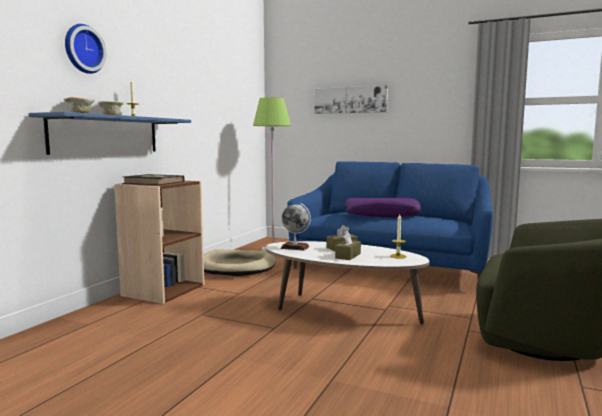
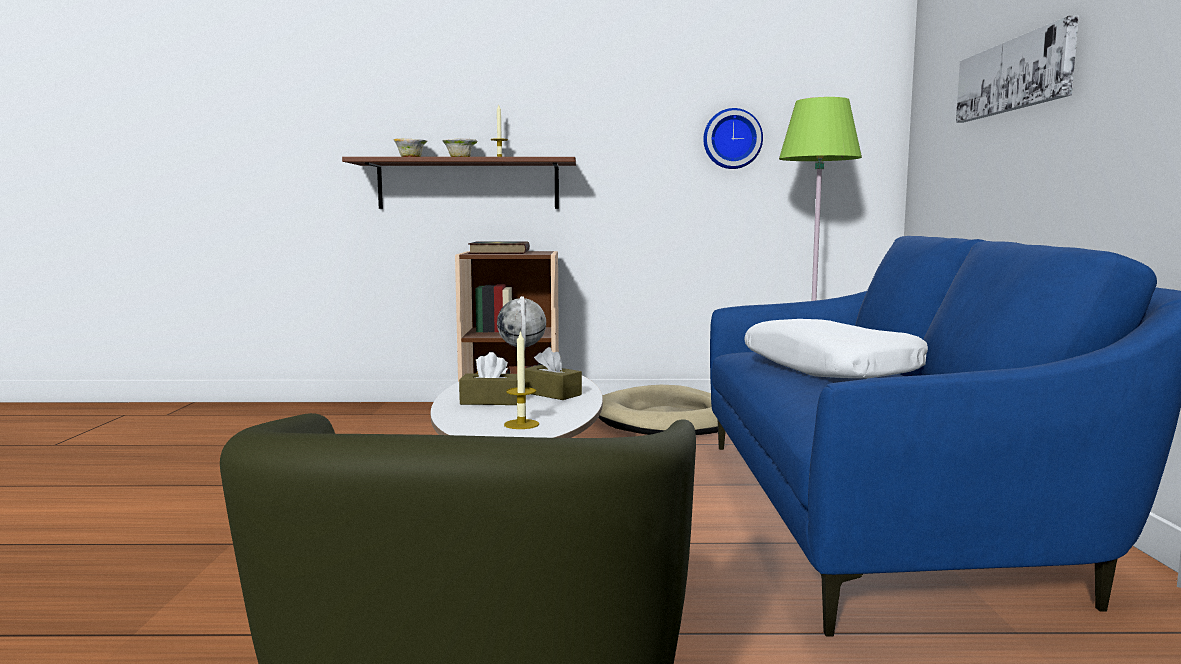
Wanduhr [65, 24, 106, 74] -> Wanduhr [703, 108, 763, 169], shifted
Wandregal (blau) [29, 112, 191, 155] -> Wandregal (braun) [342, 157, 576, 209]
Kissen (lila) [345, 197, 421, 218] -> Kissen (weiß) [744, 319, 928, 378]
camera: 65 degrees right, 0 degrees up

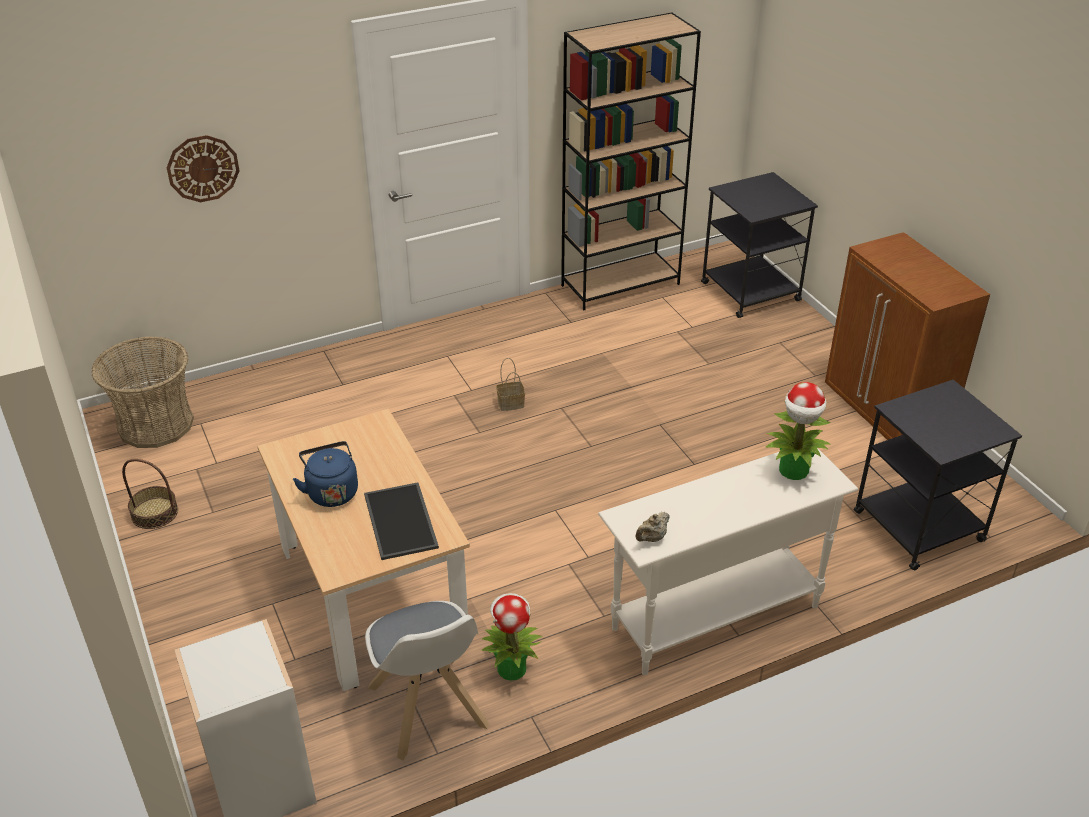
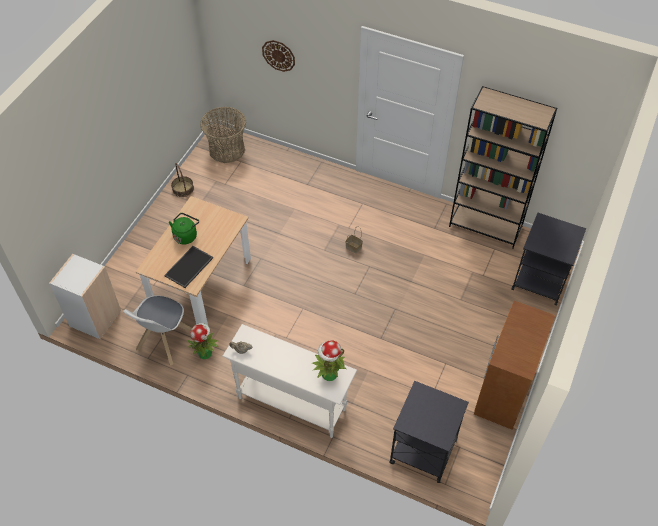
Wasserkessel (blau) [293, 441, 358, 507] -> Wasserkessel (grün) [169, 213, 199, 244]
camera: 50 degrees right, 15 degrees up

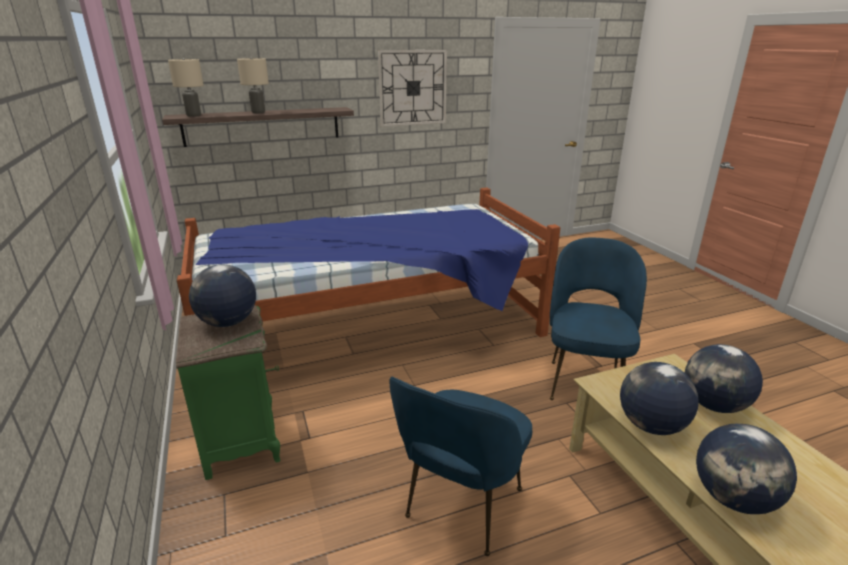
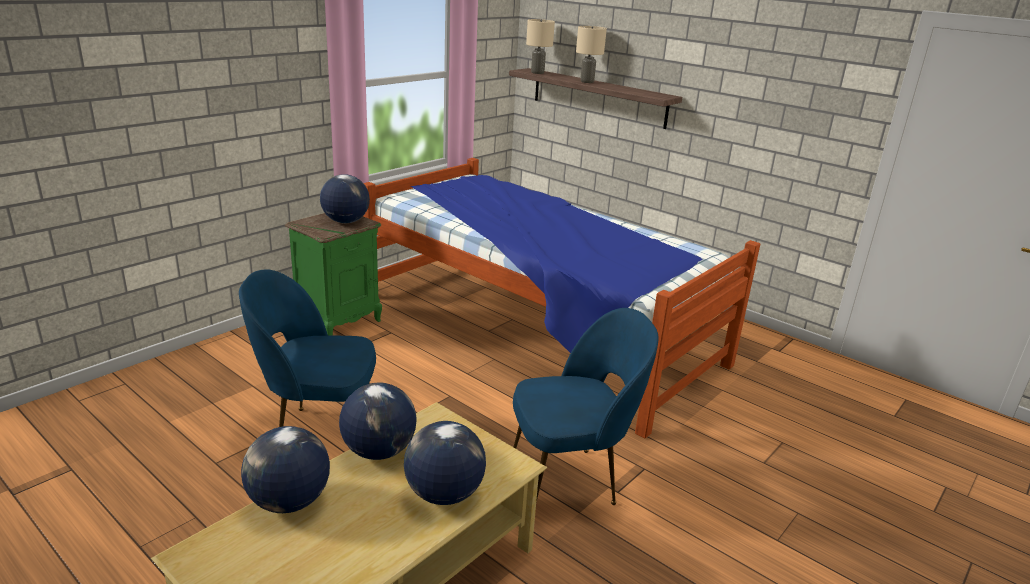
Wanduhr [378, 50, 447, 127] -> none
camera: 60 degrees right, 0 degrees up

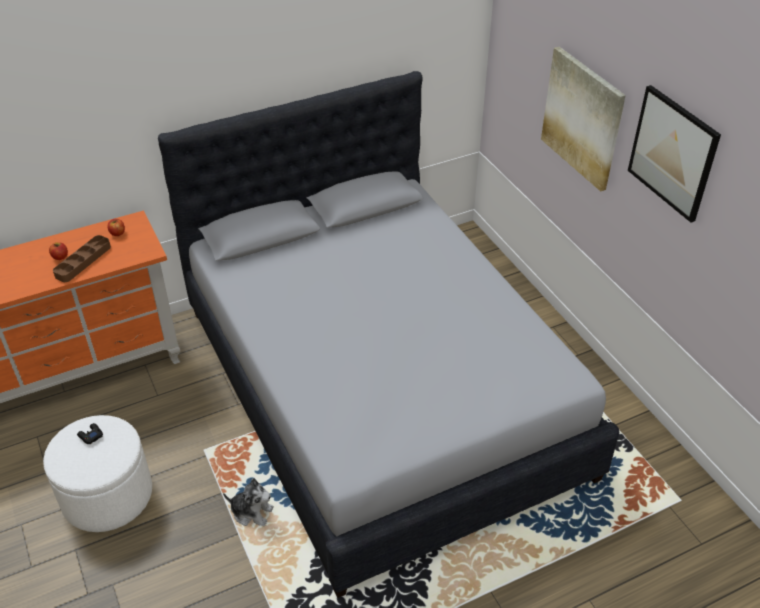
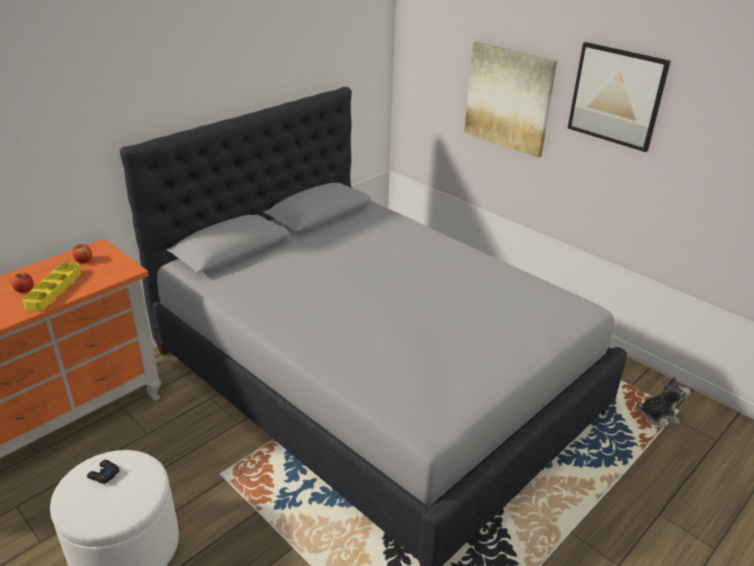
Plüschtier [223, 478, 274, 526] -> Plüschtier [637, 376, 691, 427], shifted
Tablett (braun) [53, 235, 111, 282] -> Tablett (gelb) [22, 262, 81, 311]
camera: 20 degrees left, 10 degrees down

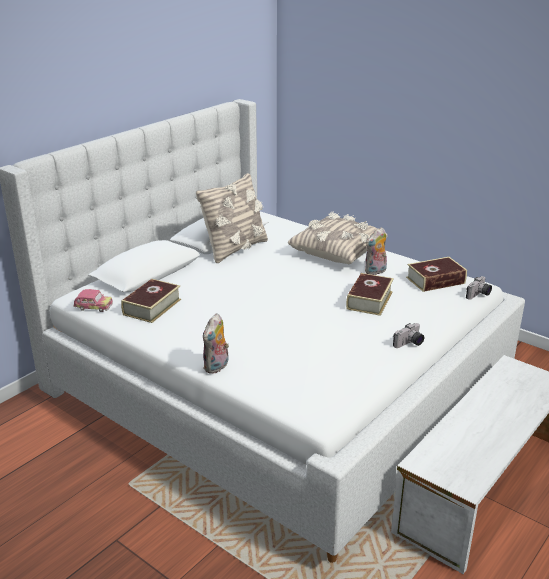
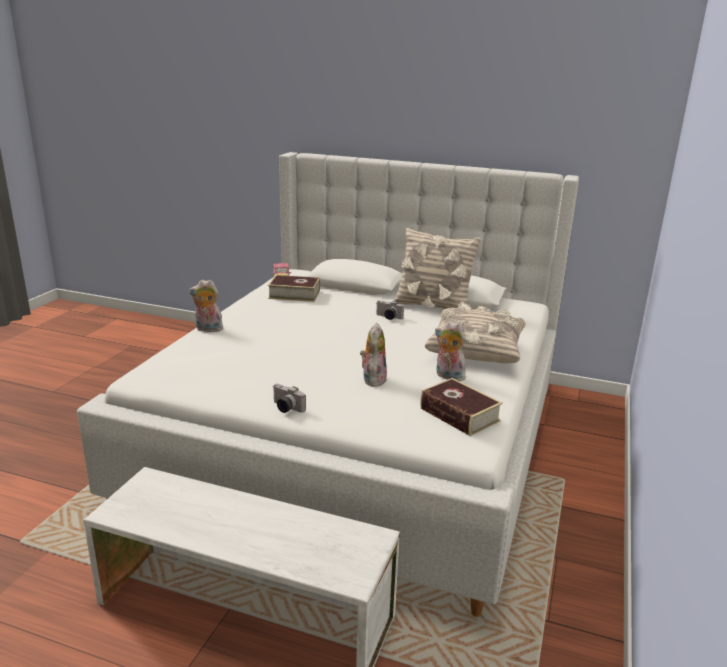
Kamera [466, 276, 492, 300] -> Kamera [376, 301, 404, 320], shifted
Buch [346, 273, 394, 316] -> Plüschtier [360, 322, 387, 387]
camera: 70 degrees right, 5 degrees down

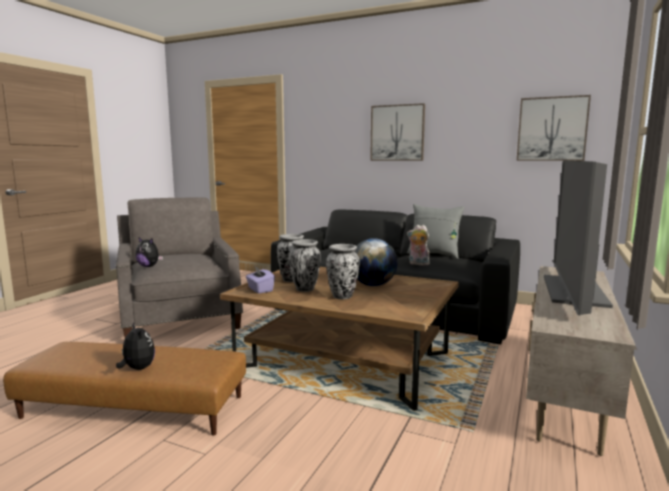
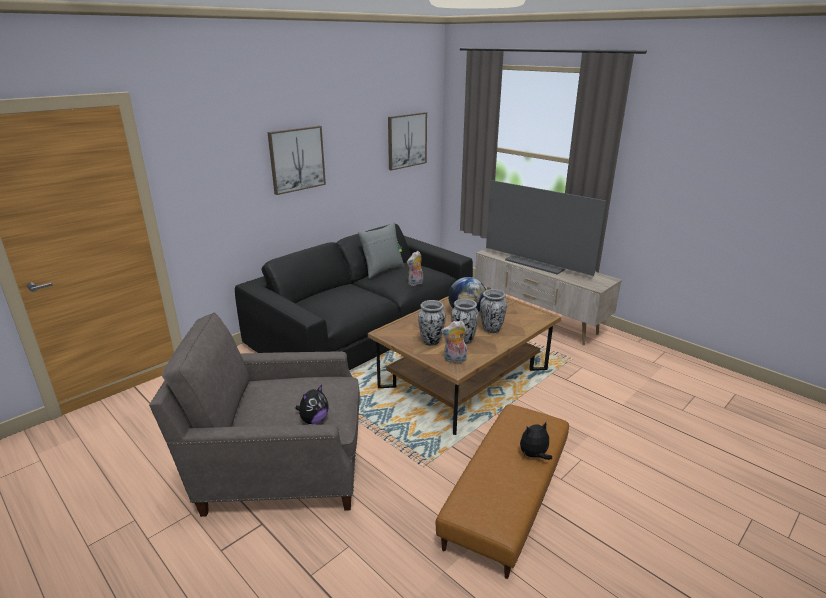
Taschentuchbox (lila) [246, 265, 275, 293] -> Plüschtier [441, 320, 467, 363]
camera: 70 degrees left, 15 degrees up

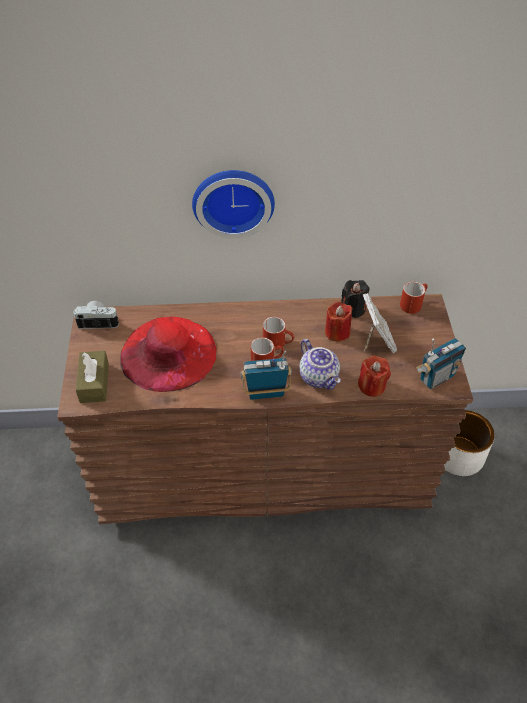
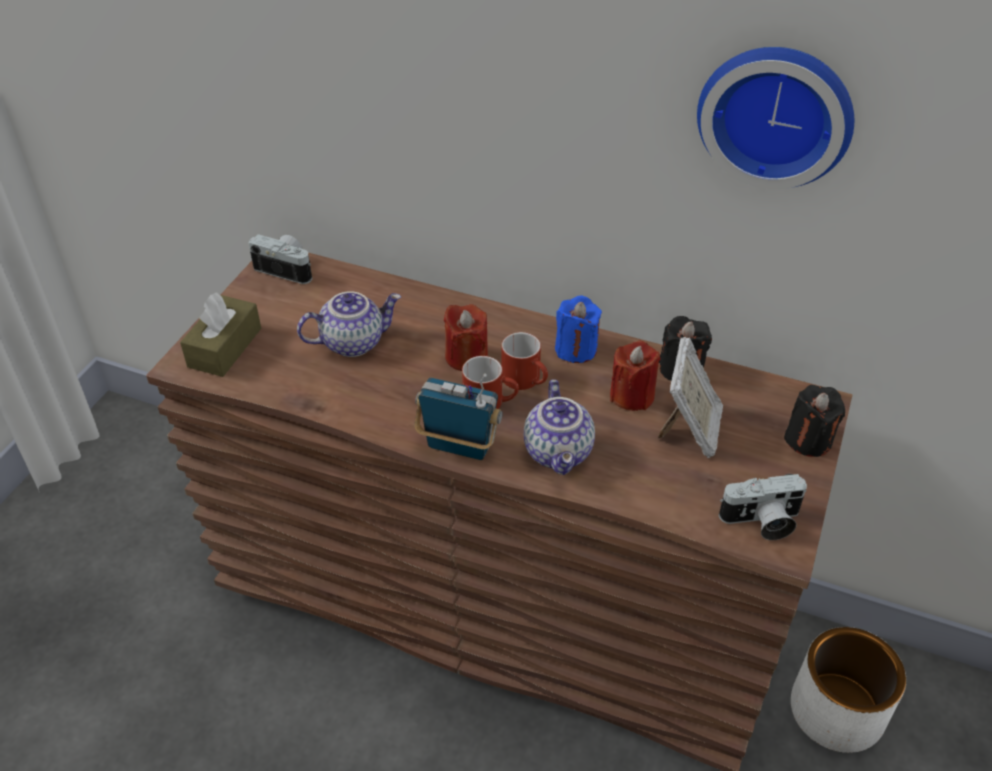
Henkelbecher (rot) [400, 281, 428, 314] -> none
none -> Kerze (blau) [555, 295, 602, 363]
none -> Kerze (schwarz) [784, 385, 845, 457]
Wanduhr [192, 170, 275, 239] -> Wanduhr [697, 47, 855, 189], shifted
Kerze (rot) [358, 355, 391, 397] -> Kerze (rot) [443, 304, 488, 371], shifted
Hut (rot) [120, 317, 217, 392] -> Teekanne [297, 291, 401, 357]
Radio [416, 338, 466, 389] -> Kamera [719, 474, 807, 540]
camera: 25 degrees right, 5 degrees down

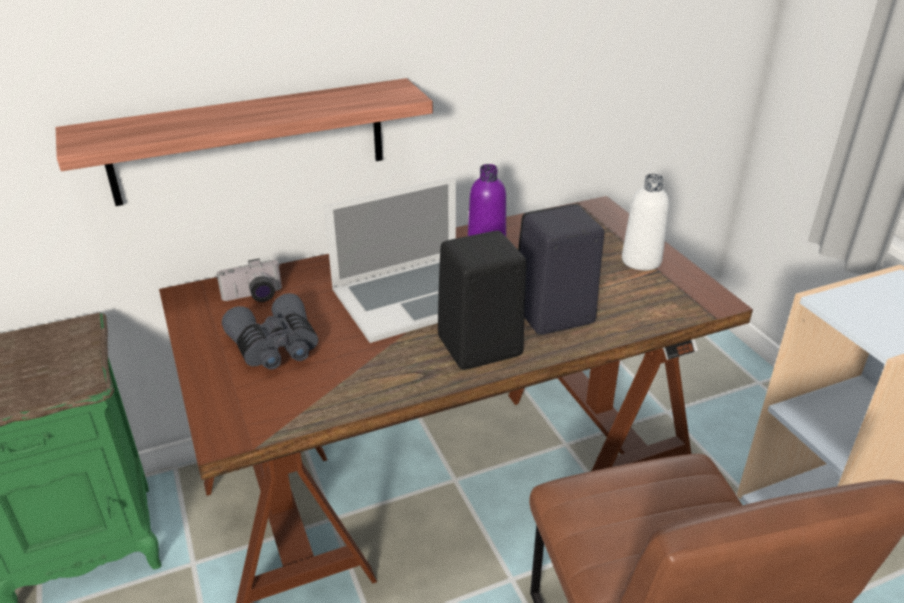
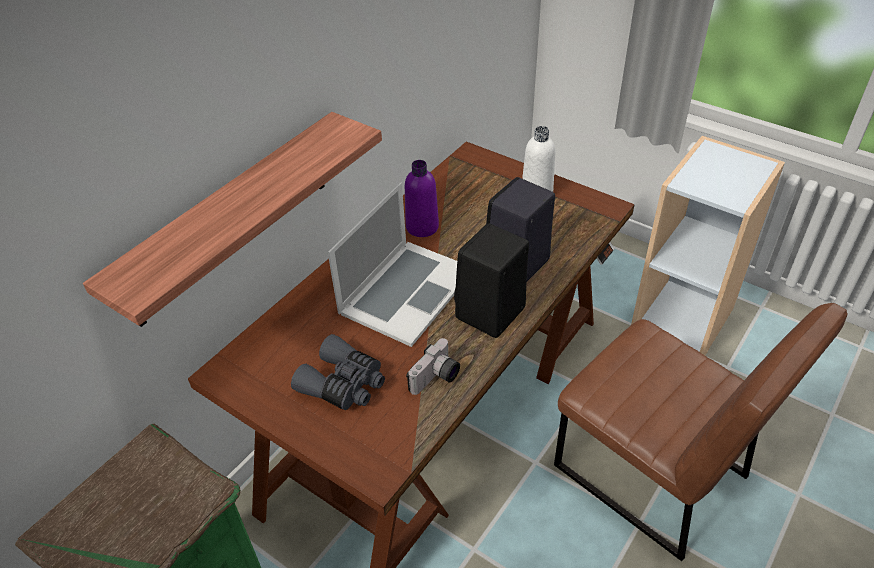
Kamera [217, 259, 282, 302] -> Kamera [406, 338, 460, 395], shifted
camera: 30 degrees left, 10 degrees up

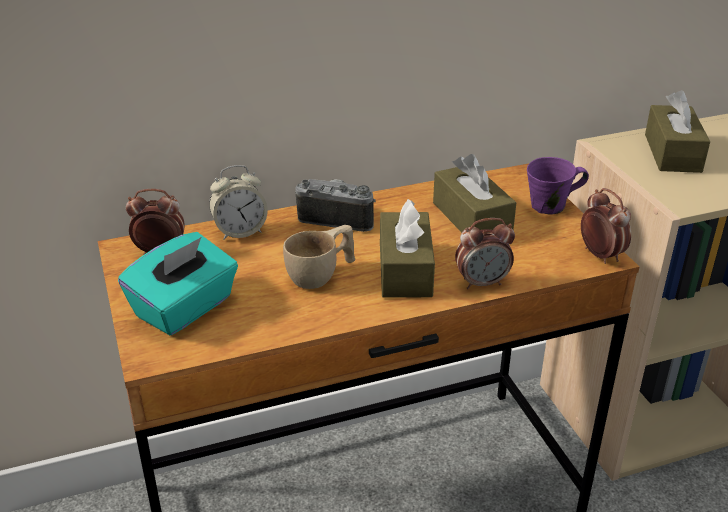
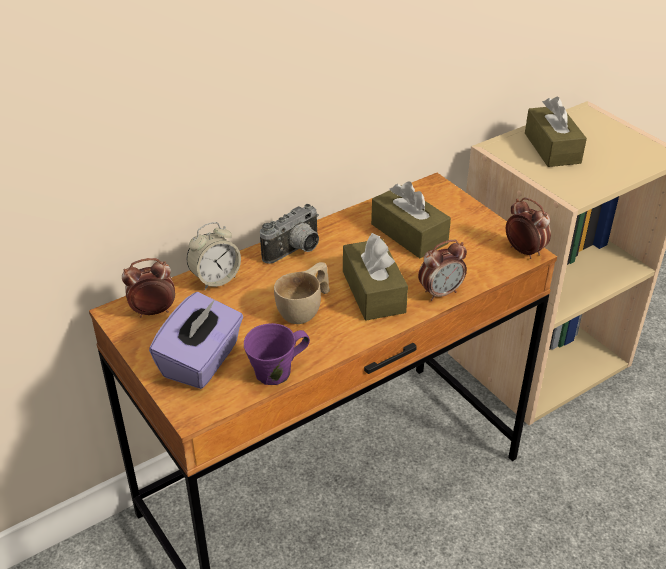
Henkelbecher (lila) [527, 157, 589, 215] -> Henkelbecher (lila) [244, 323, 310, 385], shifted
Taschentuchbox (türkis) [118, 232, 238, 335] -> Taschentuchbox (lila) [149, 292, 243, 389]
Kamera [295, 179, 376, 232] -> Kamera [260, 204, 319, 264], 135 degrees clockwise
camera: 15 degrees left, 5 degrees up

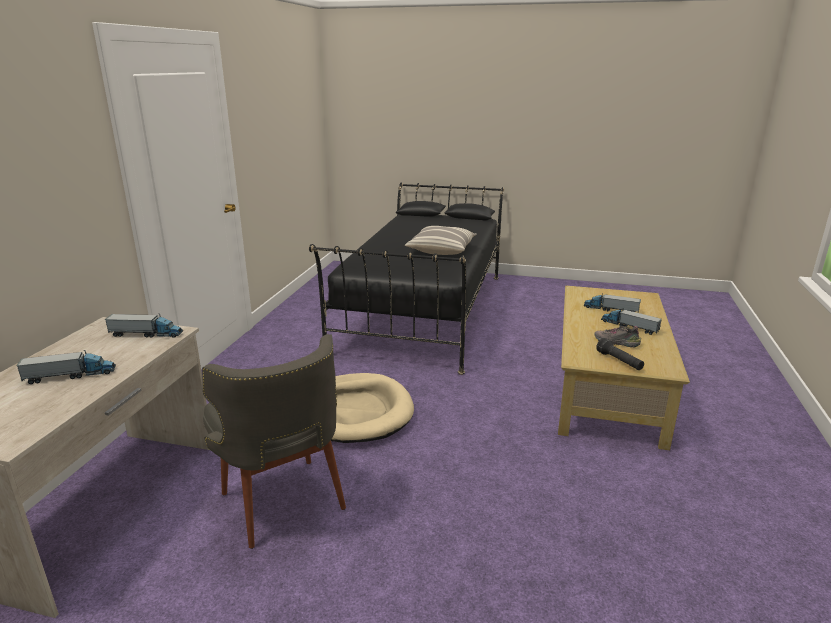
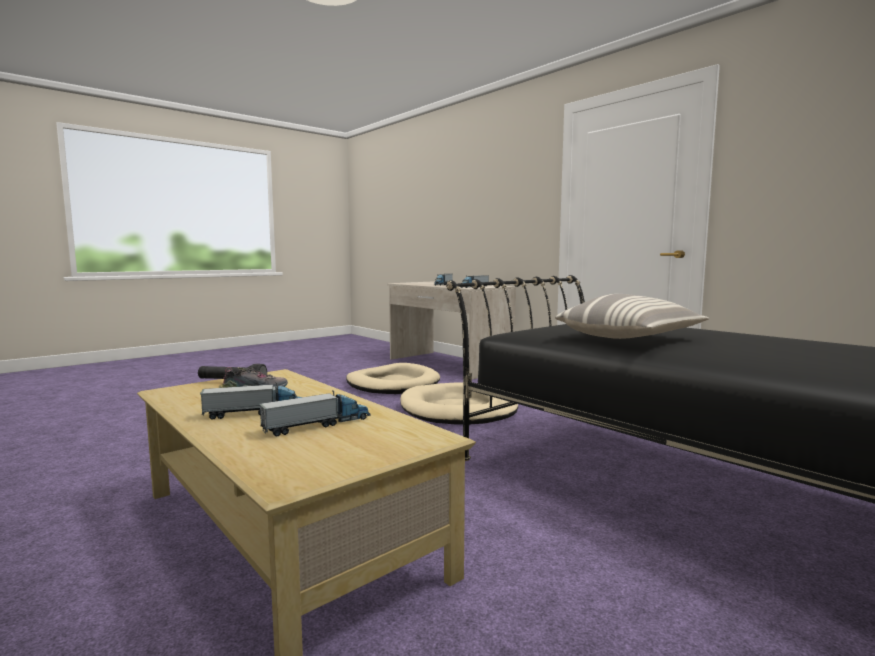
Stuhl (grau) [202, 334, 346, 549] -> Hundebett (beige) [346, 363, 440, 394]
camera: 125 degrees right, 15 degrees down

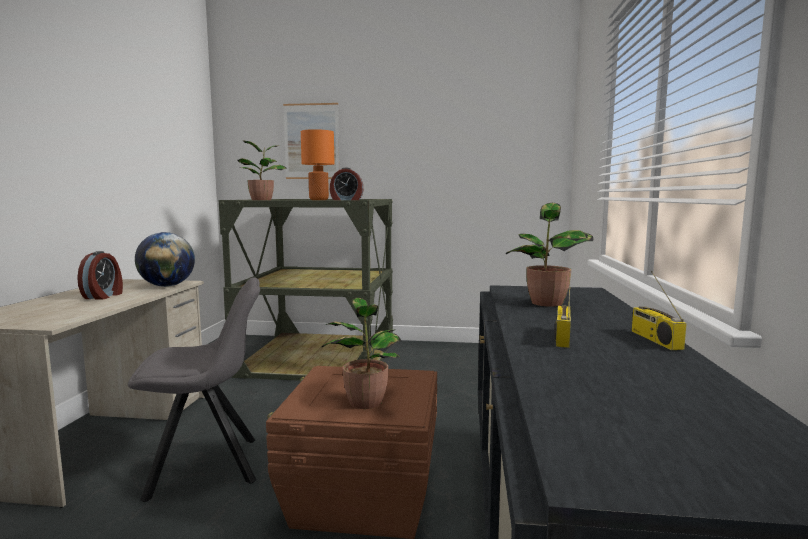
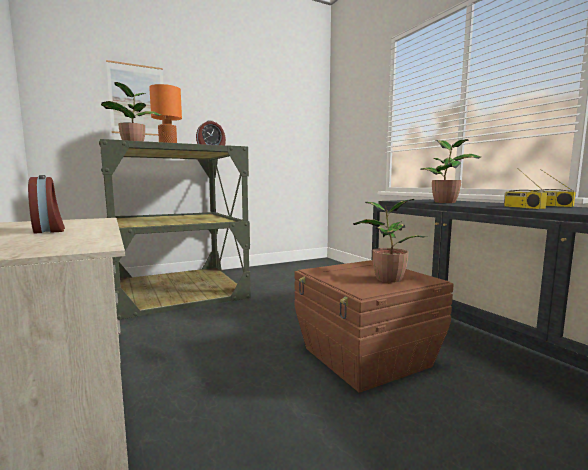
Stuhl (grau) [128, 277, 260, 502] -> none
Globus [135, 232, 195, 287] -> none
camera: 35 degrees left, 0 degrees up

